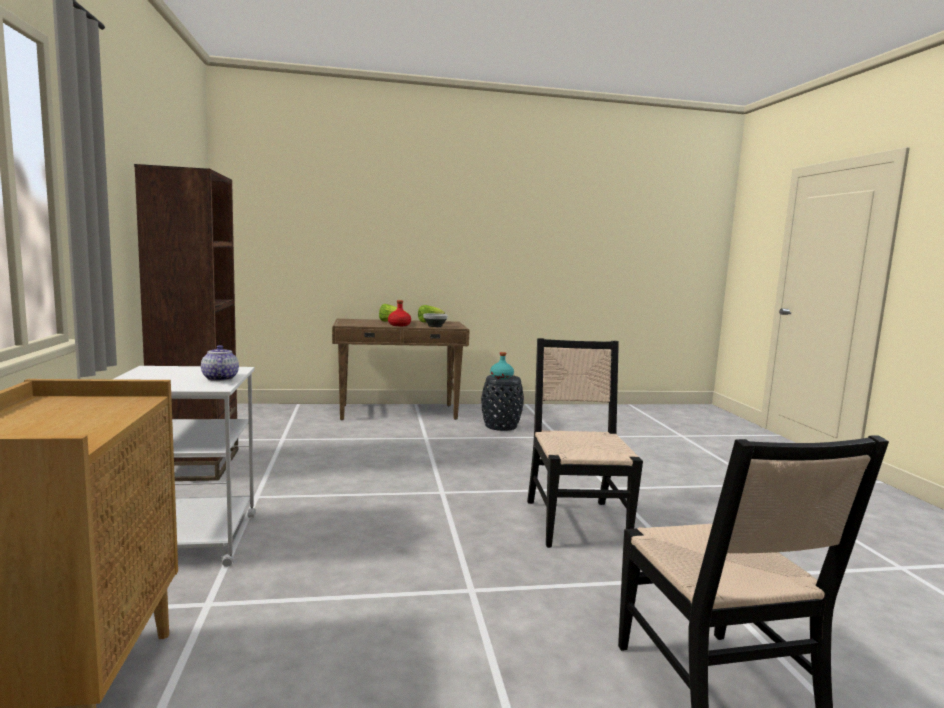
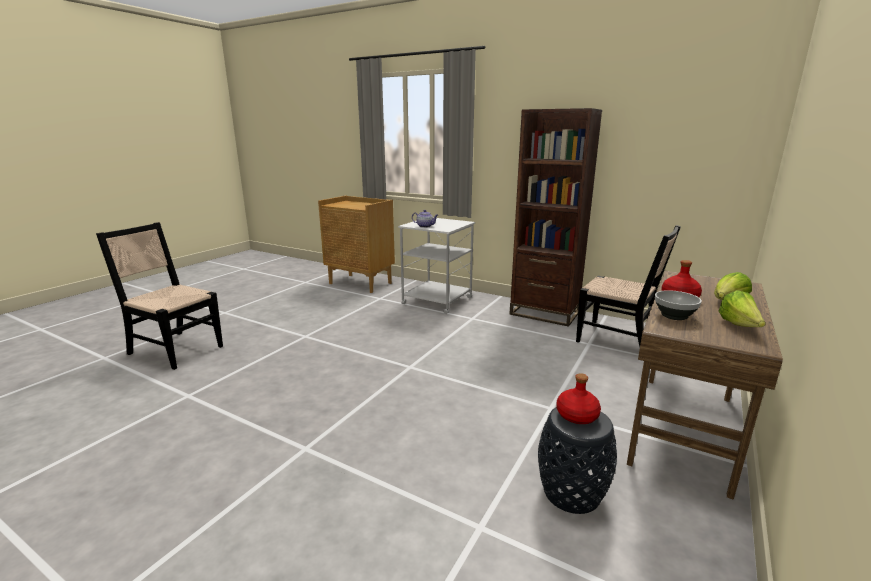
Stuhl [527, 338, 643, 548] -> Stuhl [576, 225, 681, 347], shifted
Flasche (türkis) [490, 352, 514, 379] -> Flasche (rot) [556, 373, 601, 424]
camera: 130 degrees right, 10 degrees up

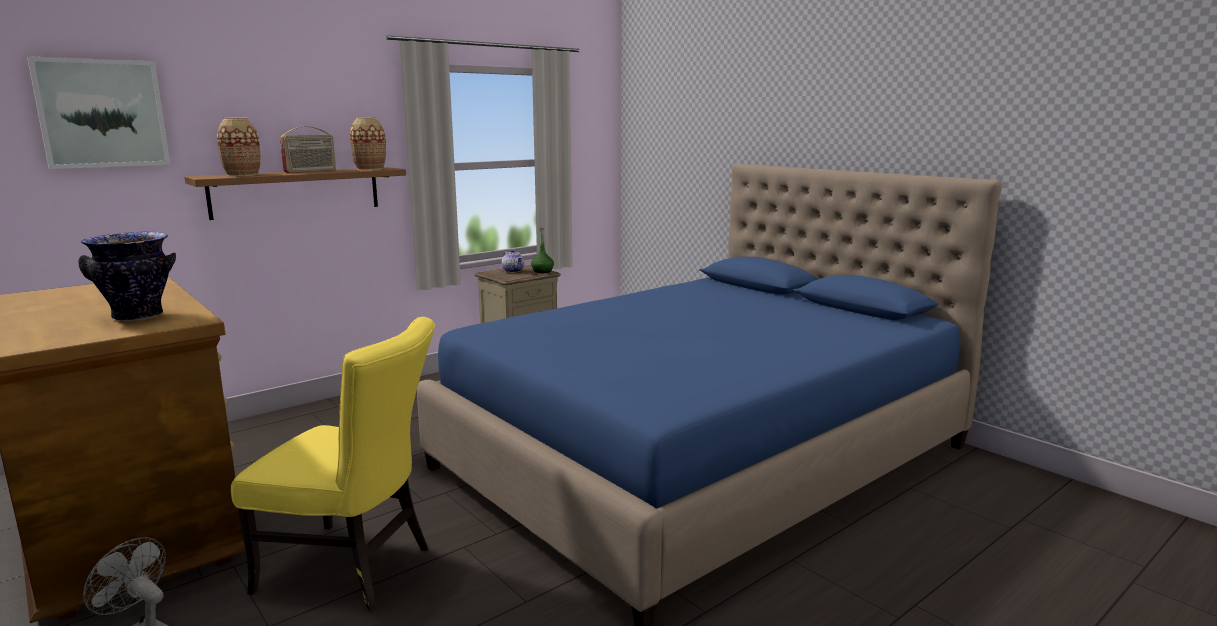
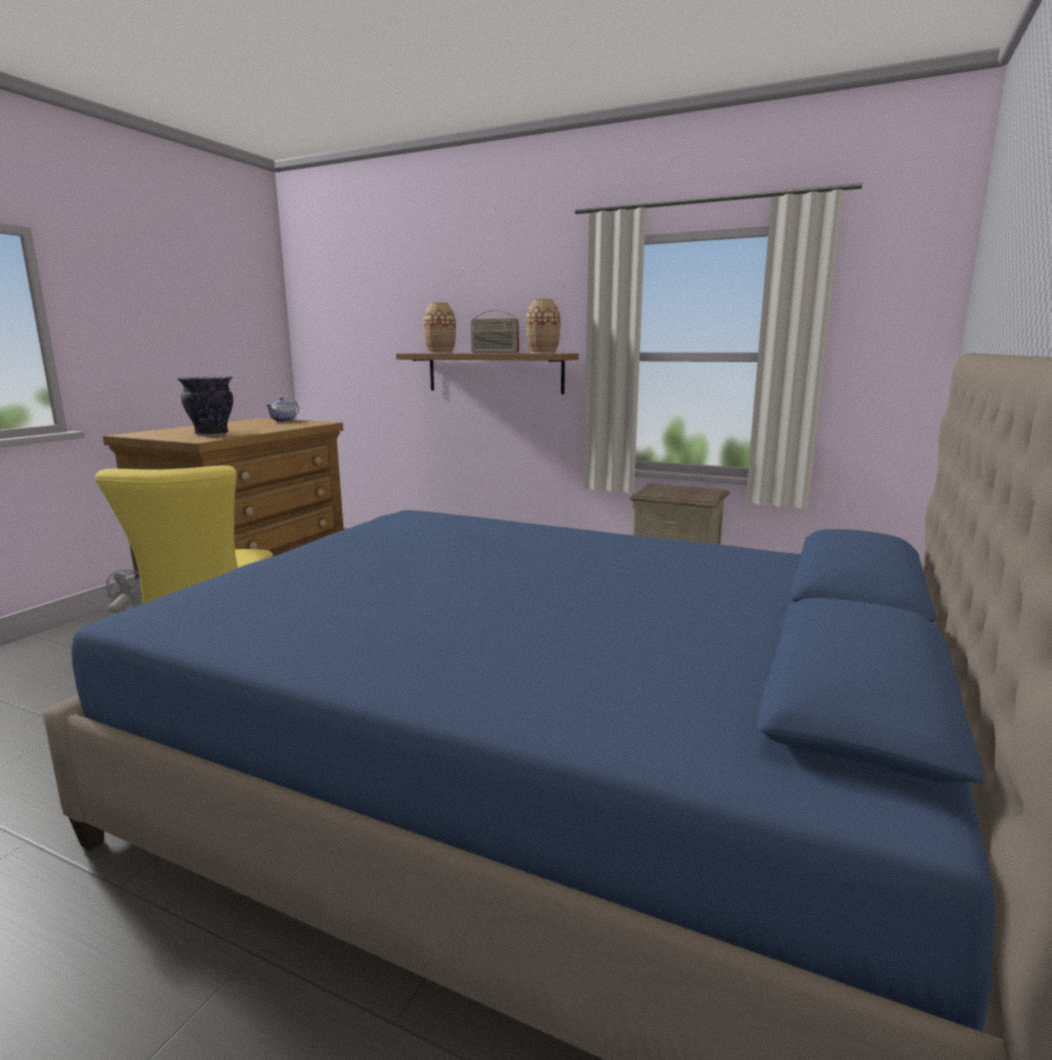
Bild [27, 56, 171, 169] -> none
Flasche (grün) [531, 228, 554, 273] -> none
Teekanne [502, 249, 524, 273] -> Teekanne [266, 397, 299, 422], shifted
camera: 65 degrees right, 0 degrees up

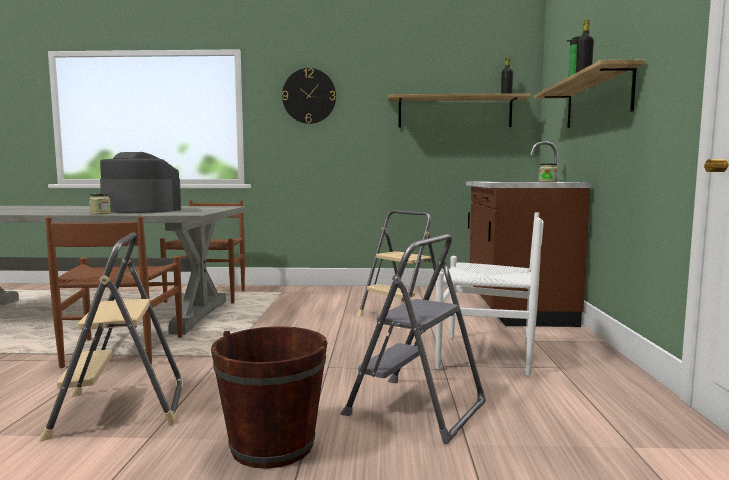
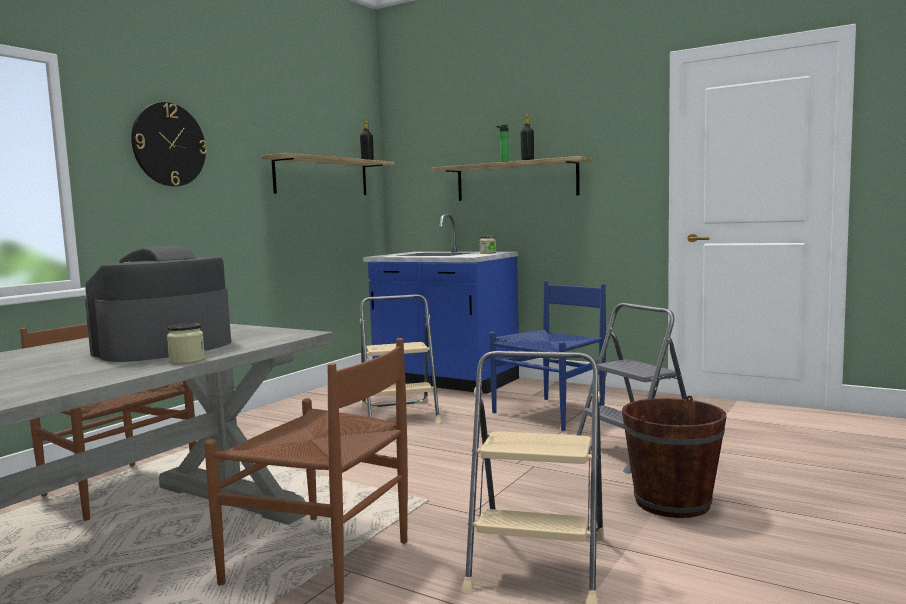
Stuhl (weiß) [435, 212, 544, 376] -> Stuhl (blau) [489, 280, 606, 431]
Küchenzeile (braun) [466, 141, 591, 327] -> Küchenzeile (blau) [363, 214, 519, 394]
camera: 60 degrees left, 0 degrees up

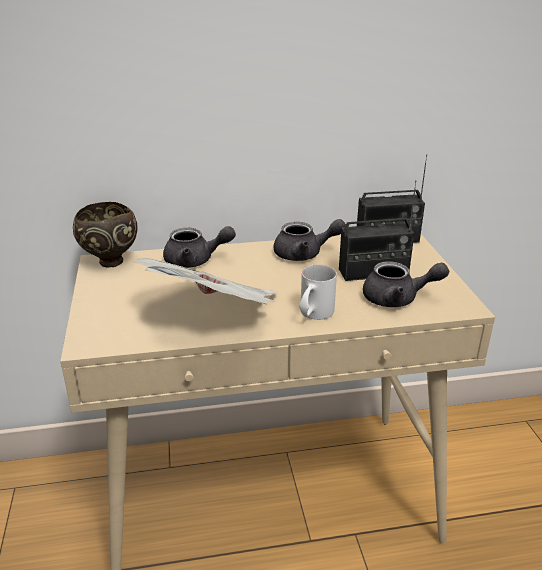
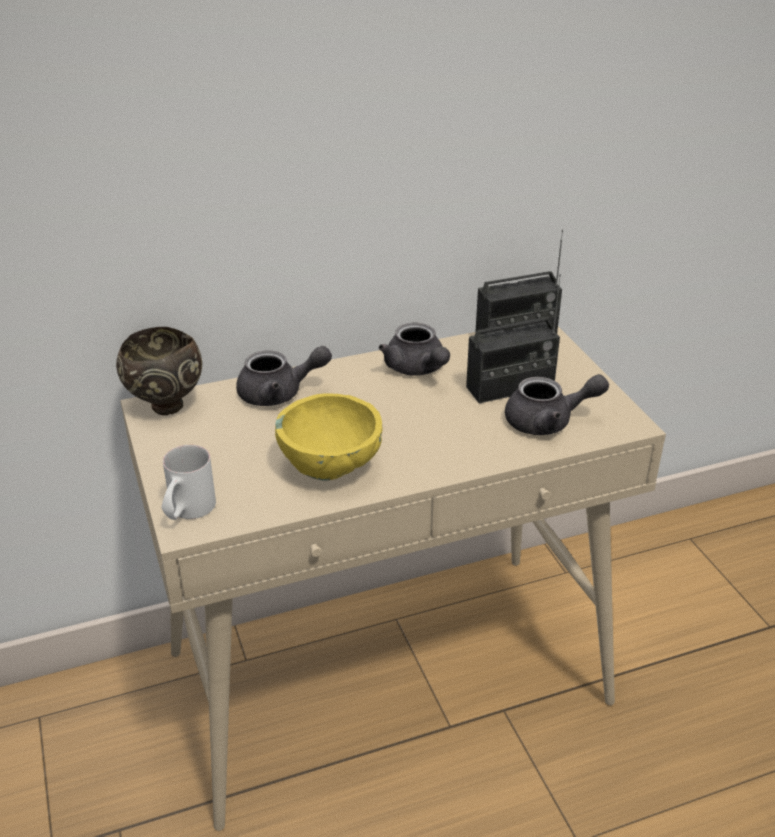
Henkelbecher (weiß) [299, 264, 337, 320] -> Henkelbecher (weiß) [162, 445, 216, 520], shifted
Zeitung [134, 258, 278, 305] -> Schüssel (gelb) [275, 393, 383, 481]
Teekanne (grau) [274, 219, 346, 261] -> Teekanne (grau) [379, 323, 450, 376], 75 degrees clockwise
camera: 10 degrees left, 5 degrees up

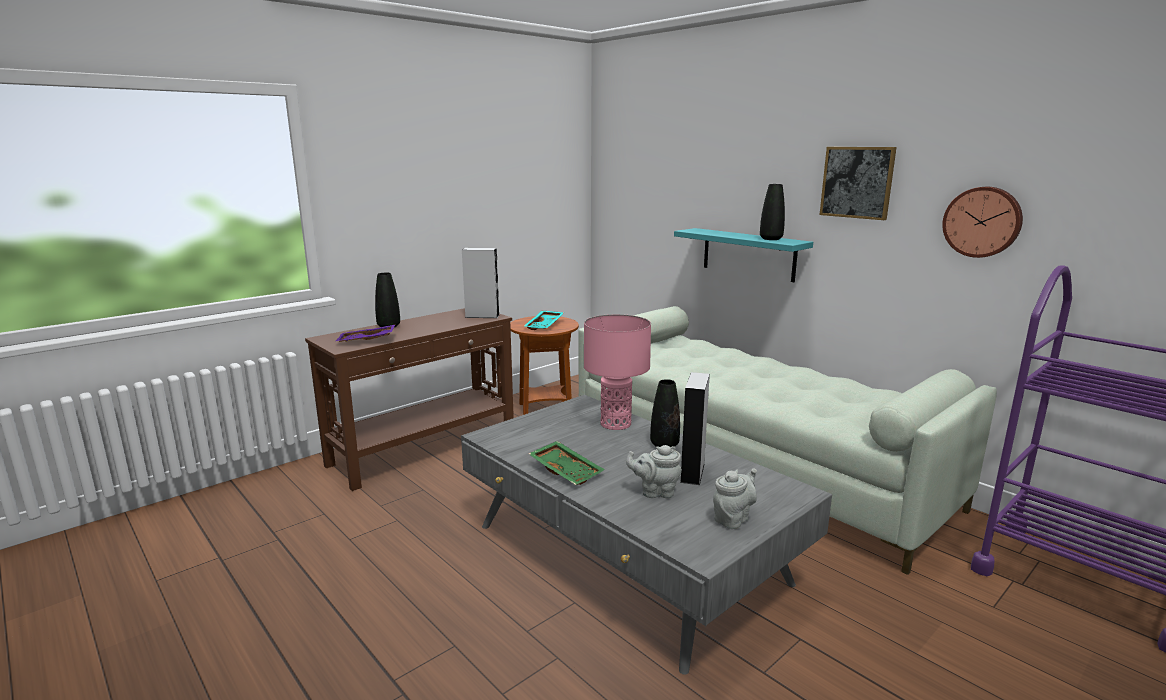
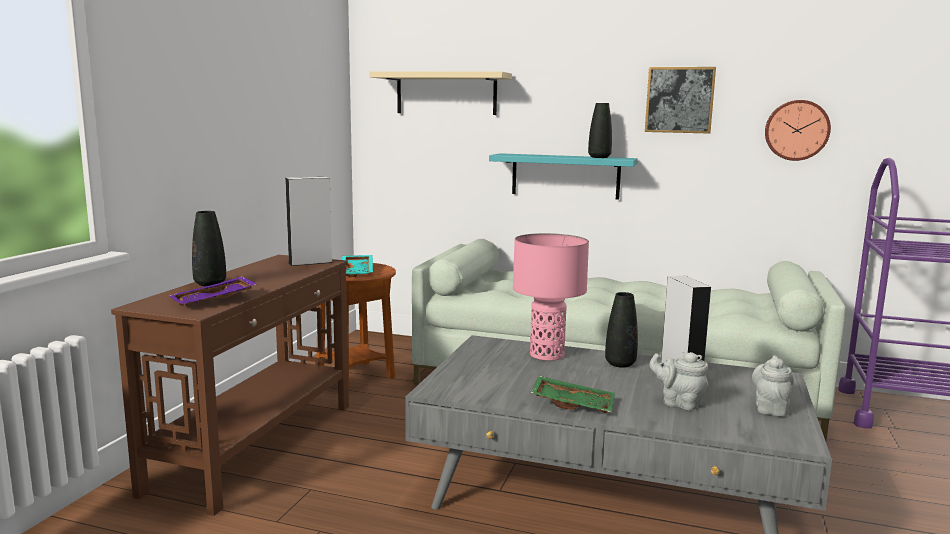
none -> Wandregal (beige) [369, 72, 512, 115]
Teekanne (grau) [626, 445, 682, 498] -> Teekanne (grau) [649, 352, 708, 410], 60 degrees clockwise
camera: 30 degrees left, 5 degrees down

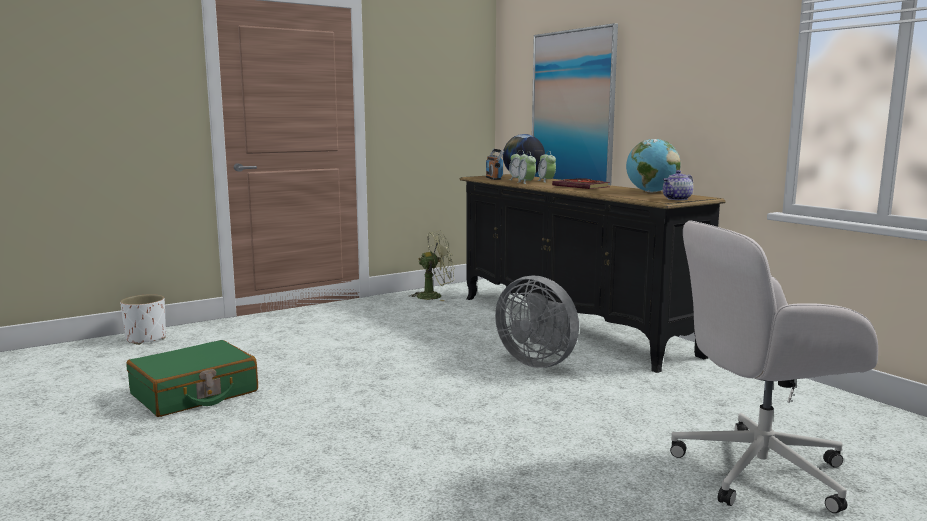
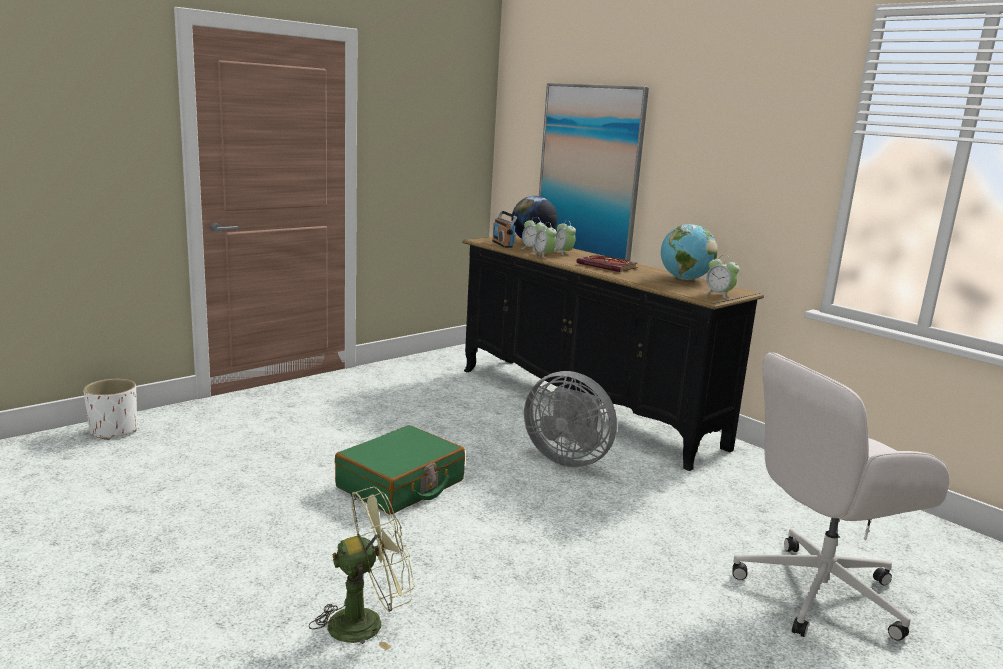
Koffer (grün) [126, 340, 258, 417] -> Koffer (grün) [335, 425, 465, 514], shifted
Ventilator (grün) [408, 231, 455, 301] -> Ventilator (grün) [309, 487, 415, 651], shifted
Teekanne [663, 170, 693, 200] -> Wecker [705, 255, 740, 299]
camera: 10 degrees left, 5 degrees up

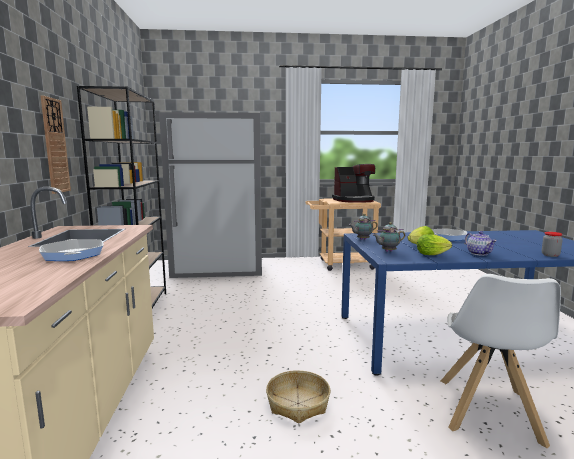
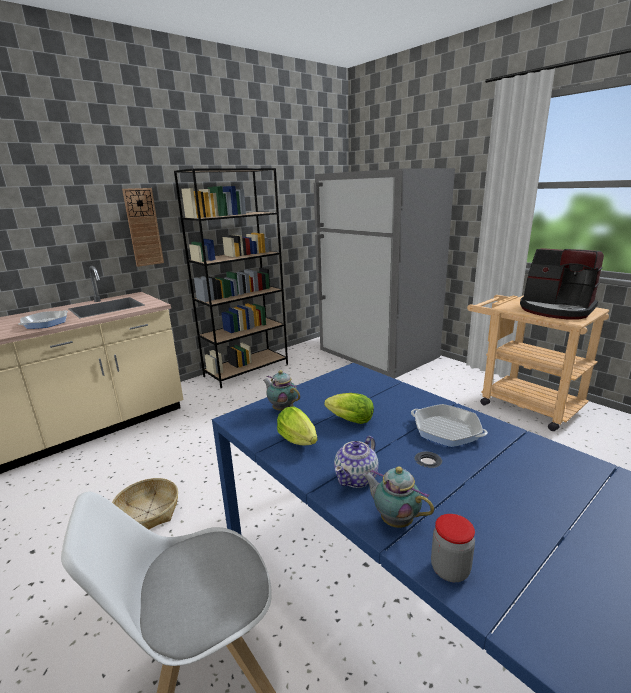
Teekanne [349, 214, 378, 240] -> Teekanne [363, 466, 434, 528], shifted
camera: 55 degrees right, 10 degrees up

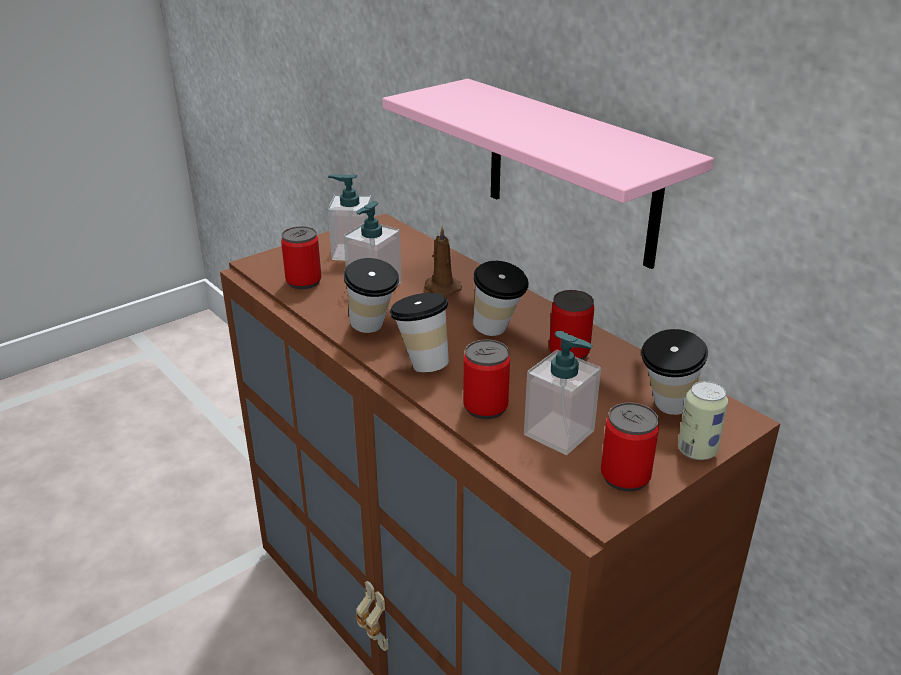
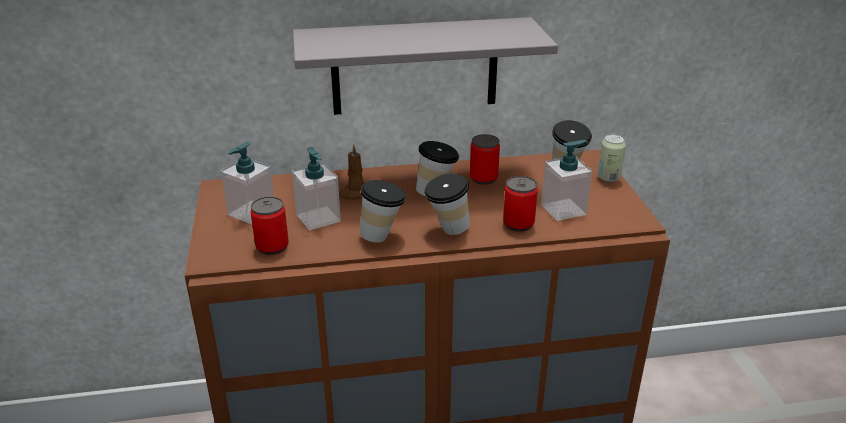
Dose [601, 402, 659, 492] -> none
Wandregal (rosa) [382, 79, 714, 269] -> Wandregal (grau) [293, 17, 558, 115]
camera: 60 degrees left, 0 degrees up

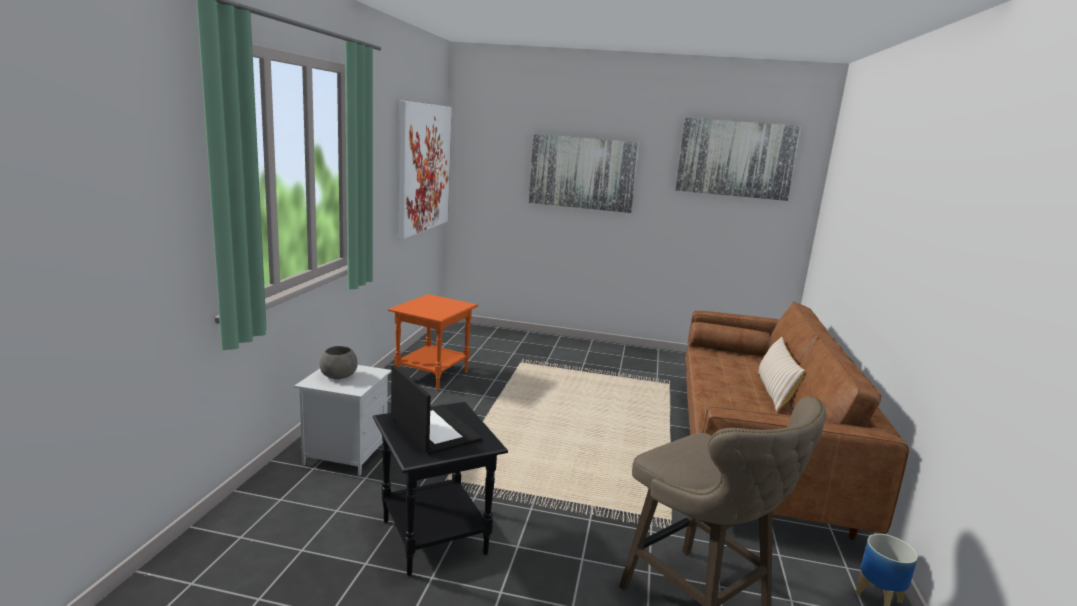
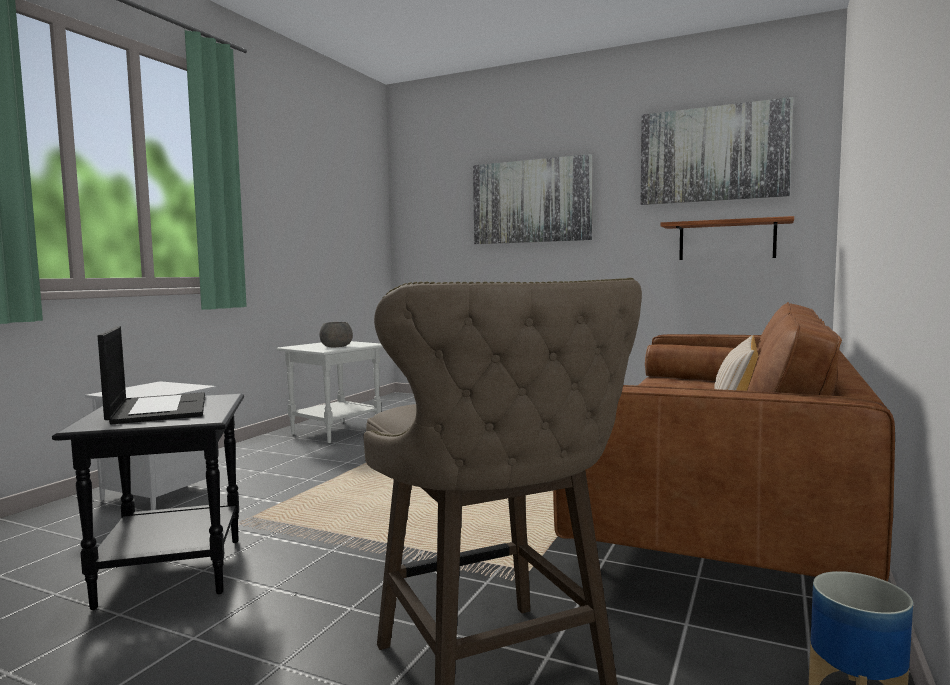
Bild [398, 101, 452, 239] -> none
none -> Wandregal [660, 216, 794, 260]
Schüssel (grau) [320, 346, 358, 379] -> Schüssel (grau) [319, 322, 353, 347], shifted
Beistelltisch (orange) [388, 294, 478, 390] -> Beistelltisch (weiß) [277, 341, 383, 443]
camera: 15 degrees right, 10 degrees down

